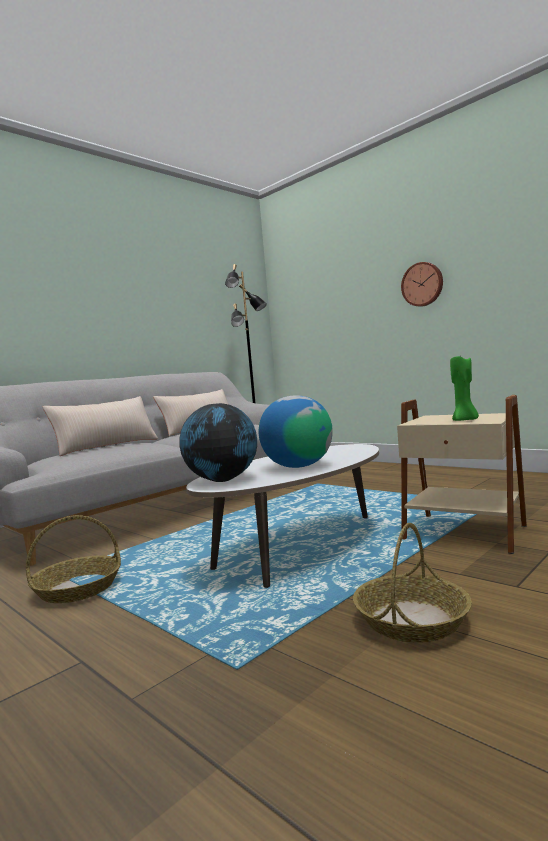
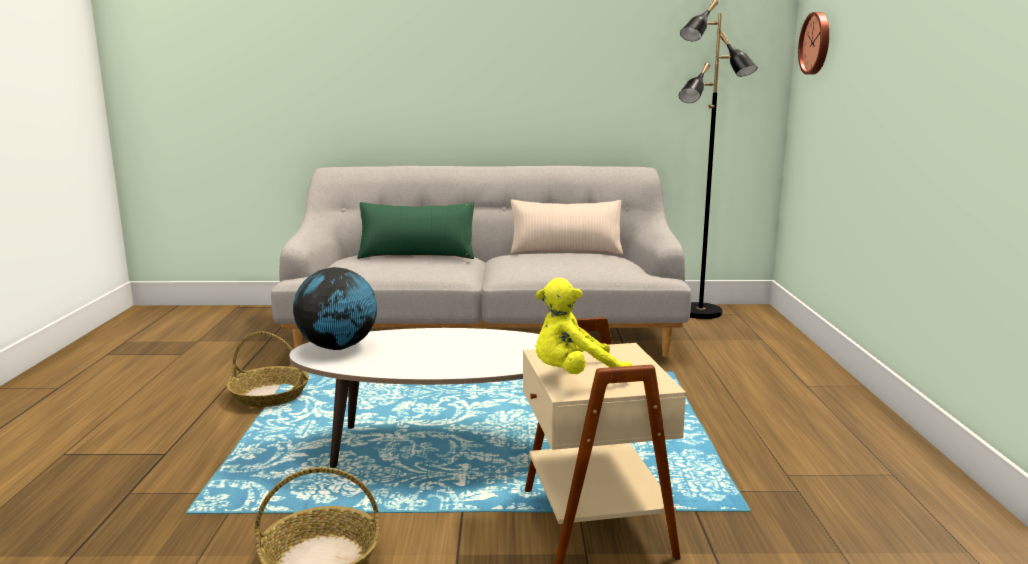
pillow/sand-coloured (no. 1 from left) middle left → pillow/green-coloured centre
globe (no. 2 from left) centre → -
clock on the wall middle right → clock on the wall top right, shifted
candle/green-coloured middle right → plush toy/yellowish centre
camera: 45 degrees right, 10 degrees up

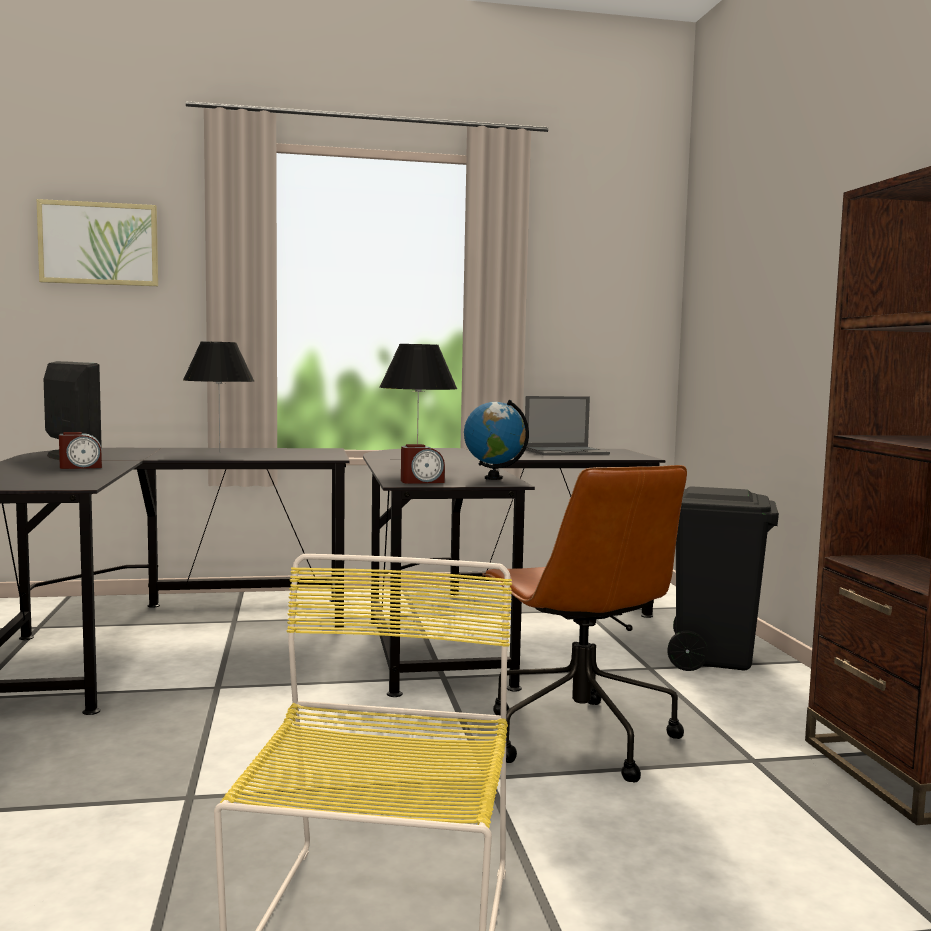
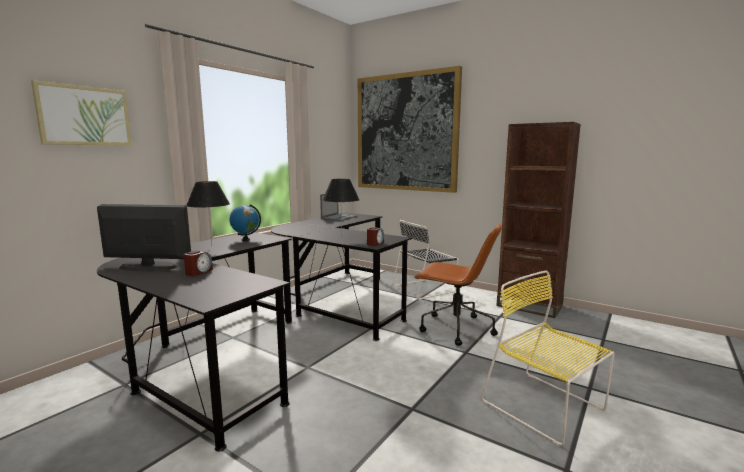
globe centre → globe middle left, shifted
rubbish bin/black middle right → upright chair/black centre
- → wall picture (no. 2 from left) top centre
camera: 45 degrees left, 5 degrees up

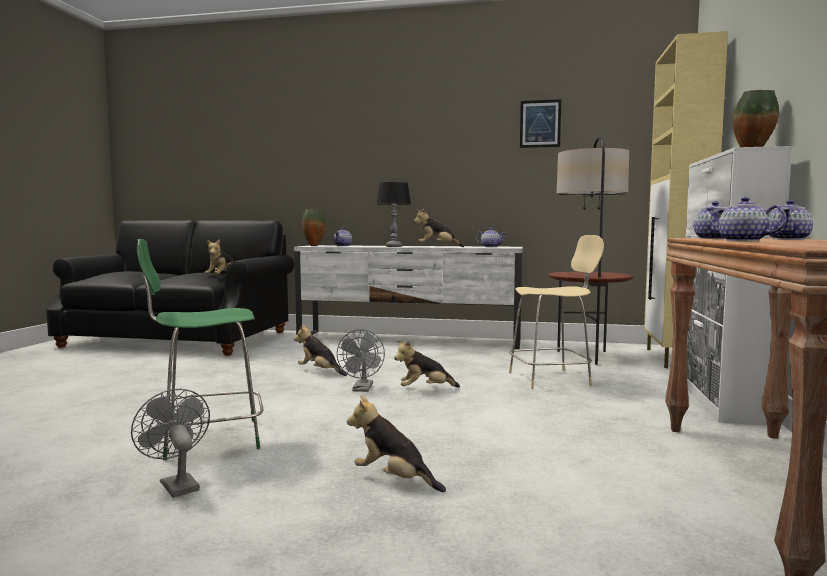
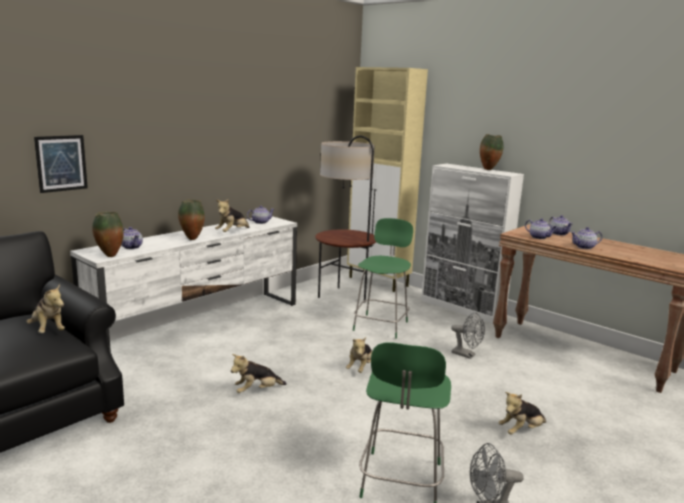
fan/grey (no. 2 from left in the first image) centre → fan/grey (no. 1 from left) middle right, shifted
table lamp centre → flower vase (no. 2 from left) middle left
stool/sand-coloured middle right → stool/green-coloured (no. 1 from left) centre
wall picture top centre → wall picture top left, shifted
camera: 60 degrees left, 10 degrees up

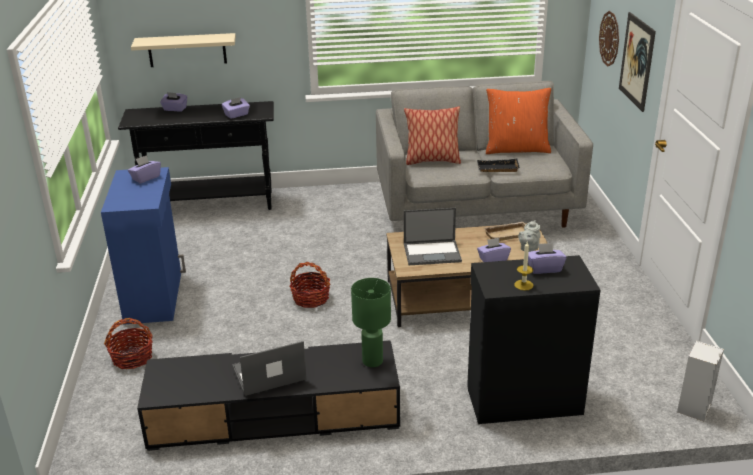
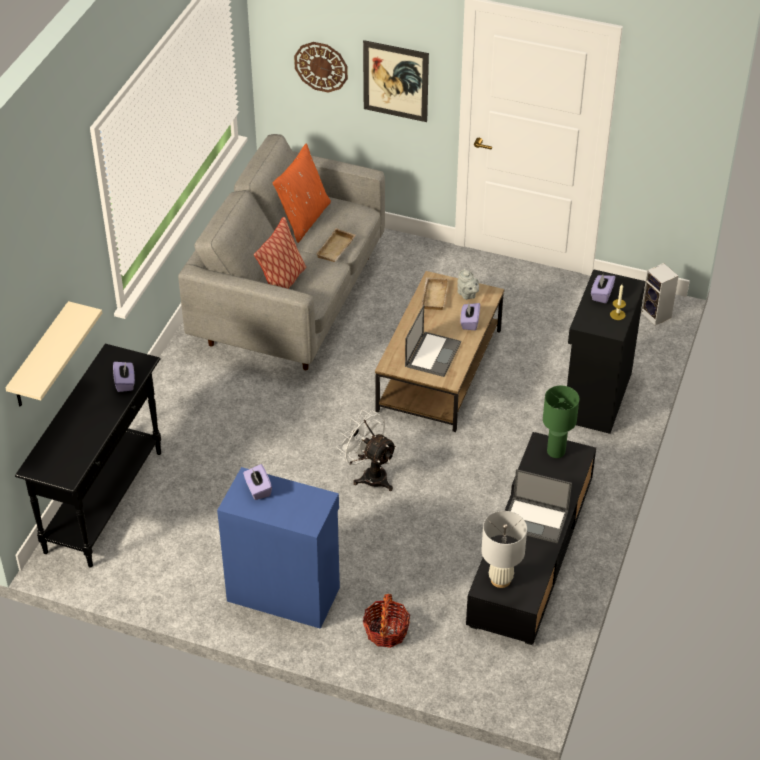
tissue holder/purplish (no. 2 from left) top left → -
notebook computer (no. 1 from left in the first image) bottom centre → notebook computer (no. 2 from left) middle right, 75 degrees counterclockwise
basket (no. 2 from left) centre → fan/white-coloured centre
carrying tray/black centre → carrying tray/sand-coloured (no. 1 from left) top centre
- → table lamp/white-coloured bottom centre
camera: 65 degrees left, 15 degrees up

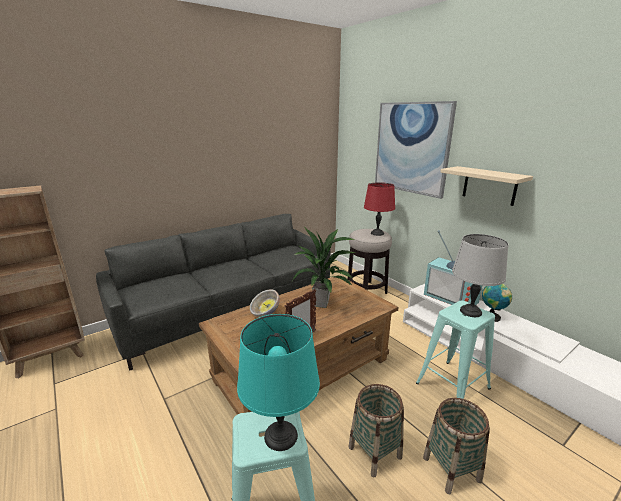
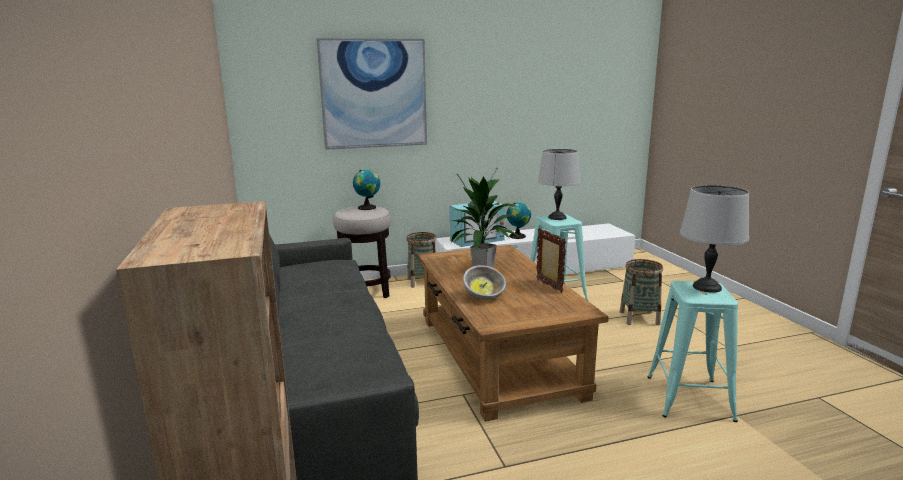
table lamp/turquoise-coloured bottom centre → table lamp/grey (no. 2 from left) middle right
basket (no. 1 from left) bottom centre → basket (no. 1 from left) centre, shifted
table lamp/red centre → globe (no. 1 from left) centre
shelf/sand-coloured middle right → -
camera: 70 degrees left, 5 degrees down

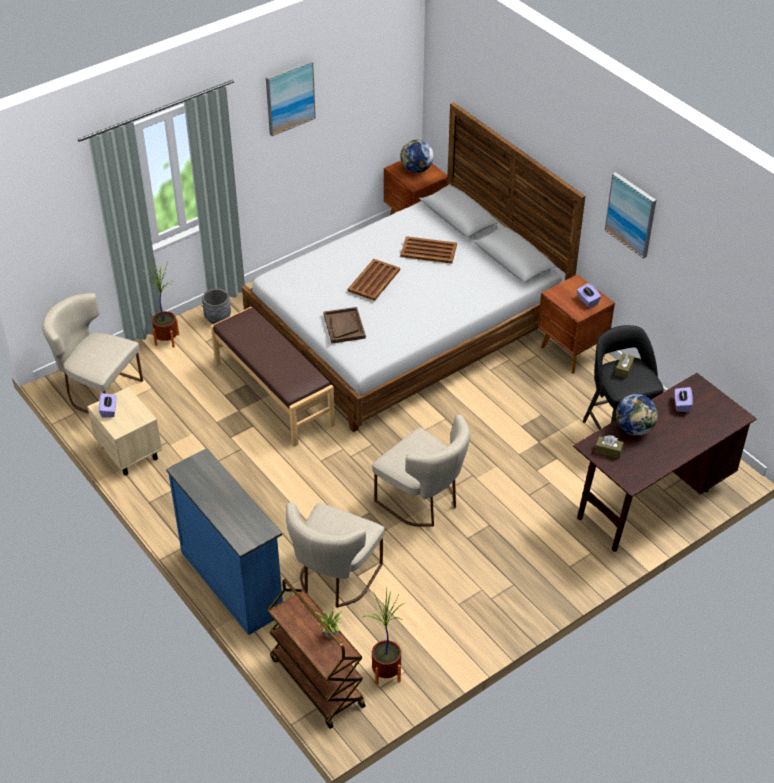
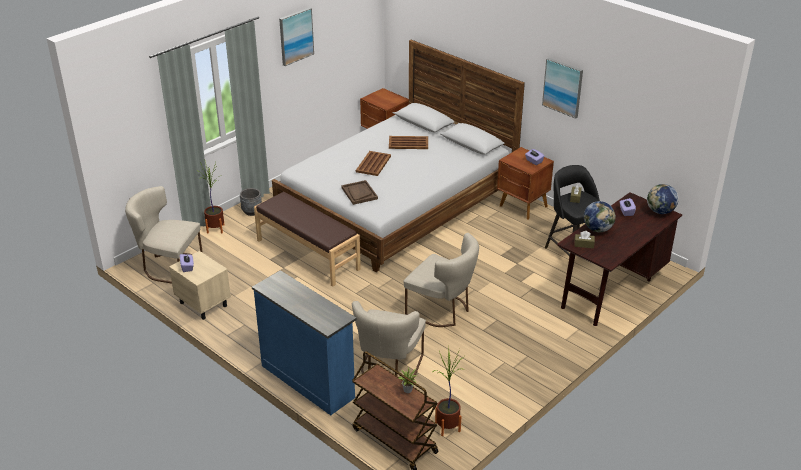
globe (no. 1 from left in the first image) top centre → globe (no. 2 from left) middle right, shifted
camera: 10 degrees left, 10 degrees down

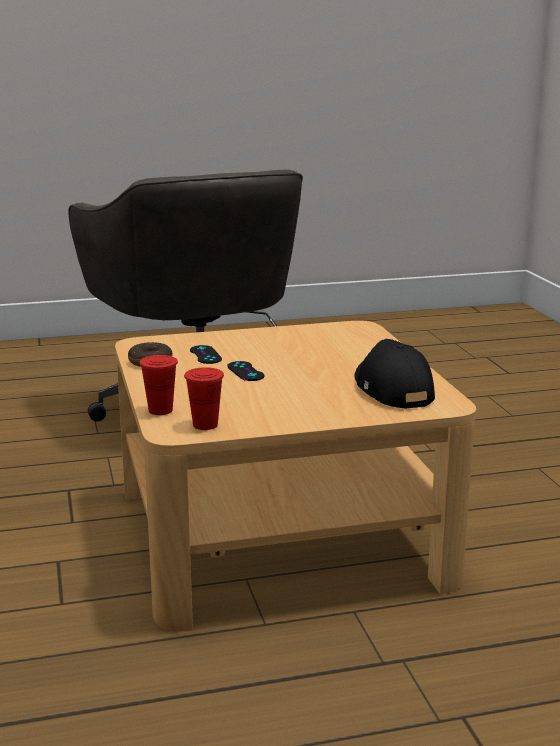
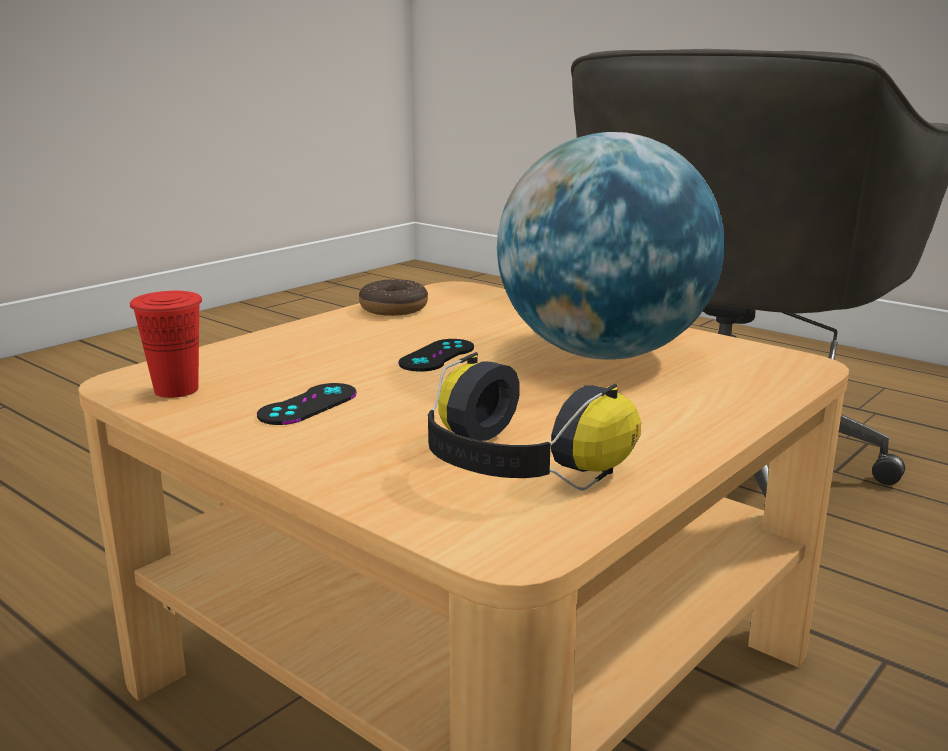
small cup/red (no. 1 from left) middle left → -
game controller/black (no. 1 from left) centre → game controller/black (no. 1 from left) middle left, shifted
baseball cap/black middle right → pair of headphones centre
- → globe top centre
camera: 55 degrees right, 0 degrees up

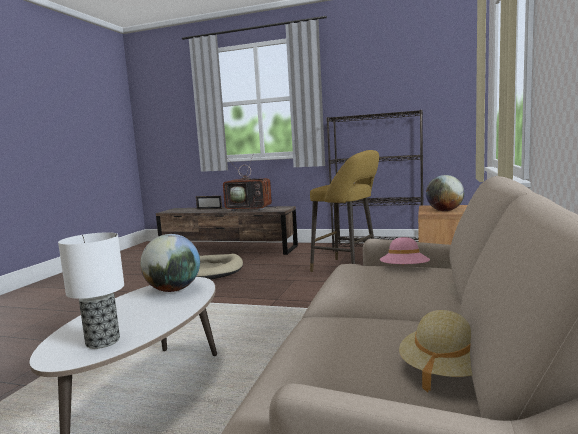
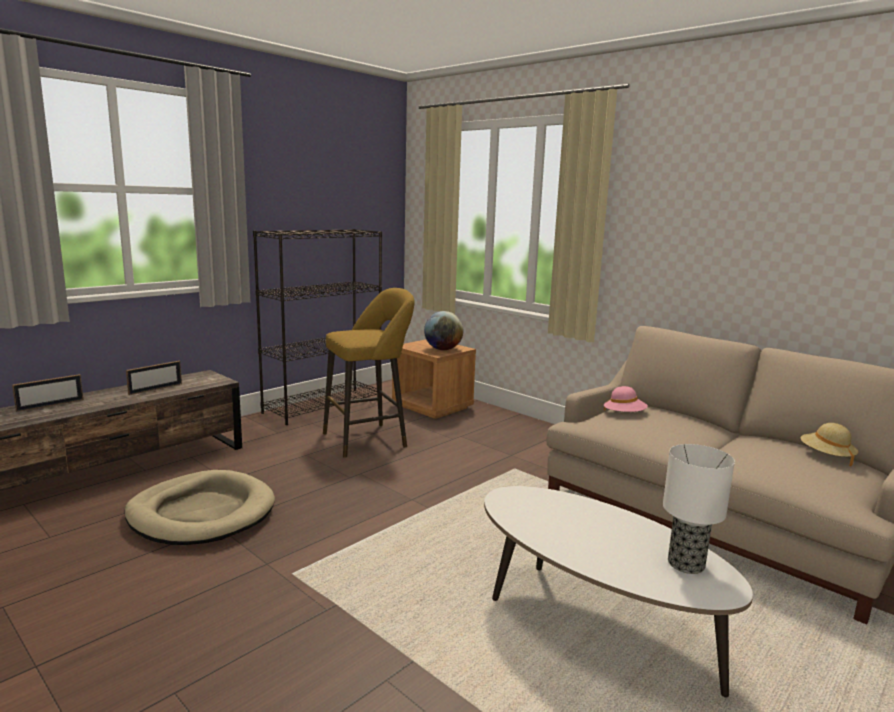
globe (no. 1 from left) middle left → -
television centre → picture frame (no. 2 from left) middle left
camera: 65 degrees left, 5 degrees up

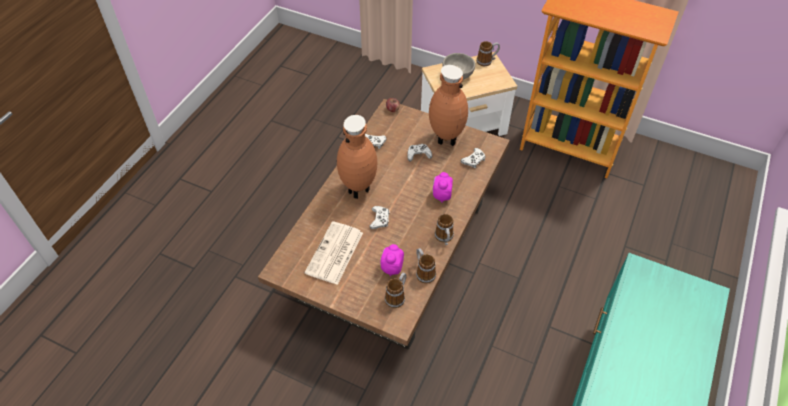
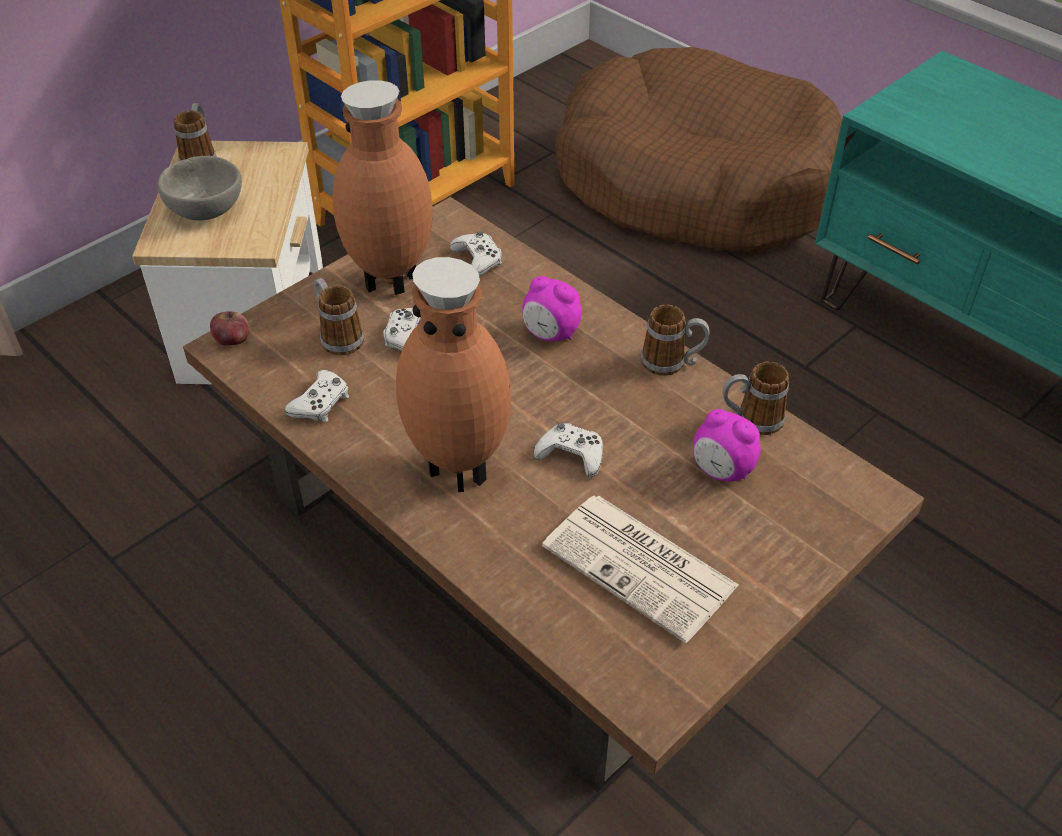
mug (no. 1 from left in the first image) bottom centre → mug (no. 2 from left) middle left, shifted
- → dog cushion/brown-coloured top centre
camera: 70 degrees left, 5 degrees down

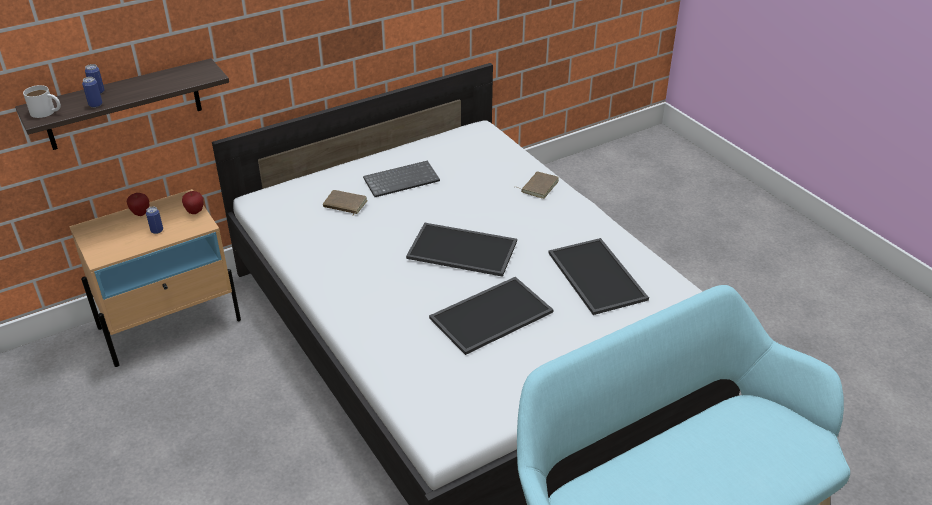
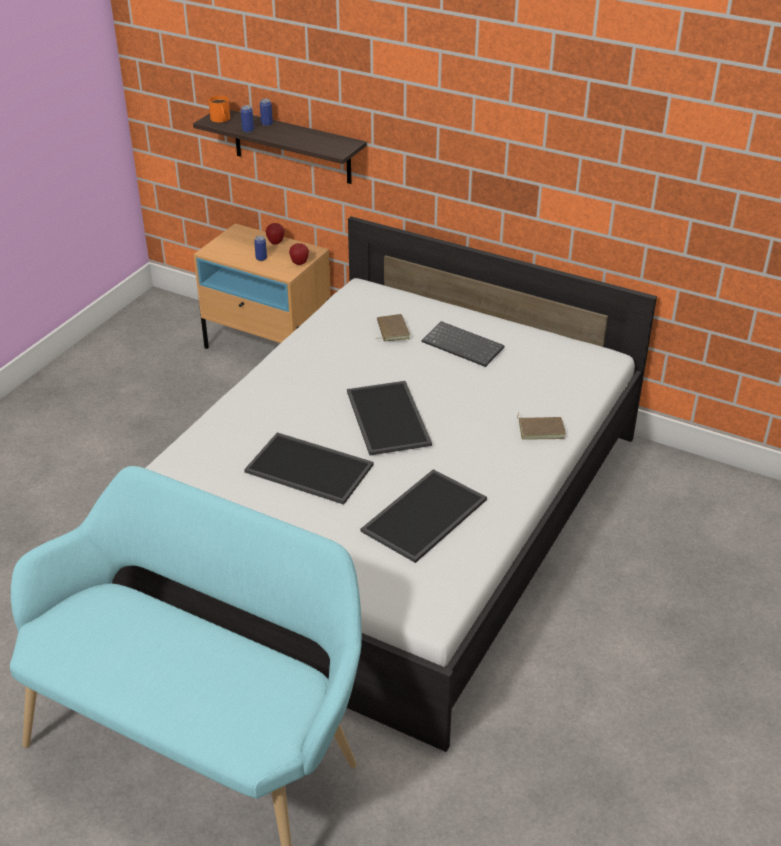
mug/white-coloured top left → mug/orangey top left
camera: 60 degrees right, 0 degrees up

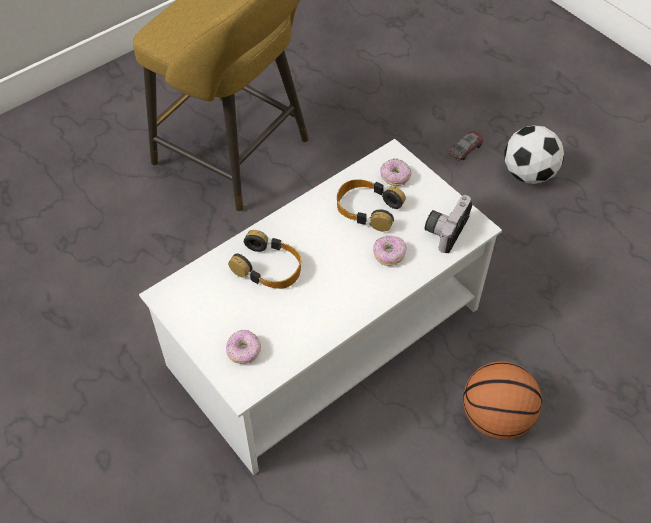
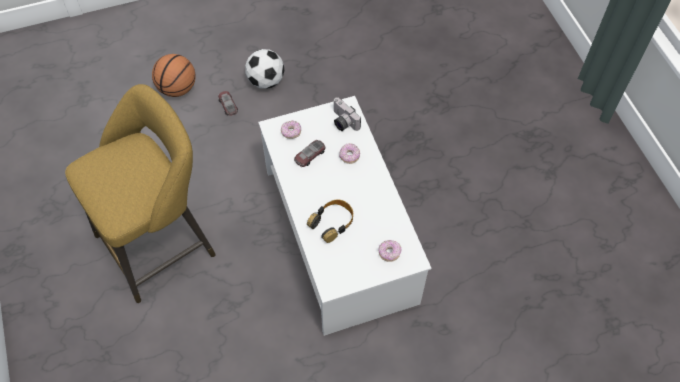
pair of headphones (no. 2 from left) centre → model car (no. 2 from left) centre
ball for basketball bottom right → ball for basketball top left, shifted
camera: 70 degrees left, 5 degrees up

